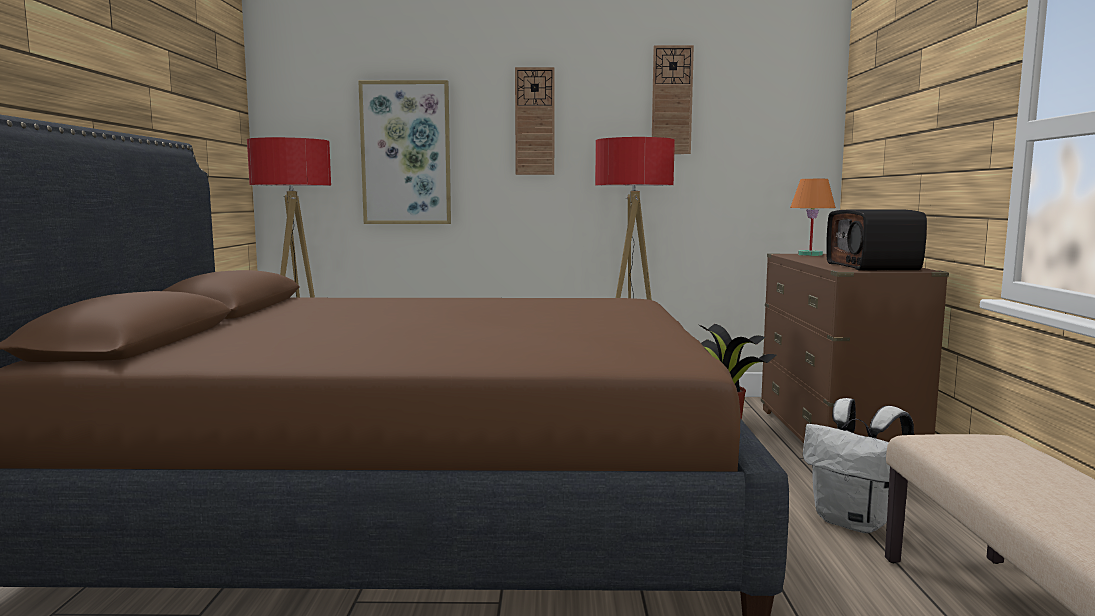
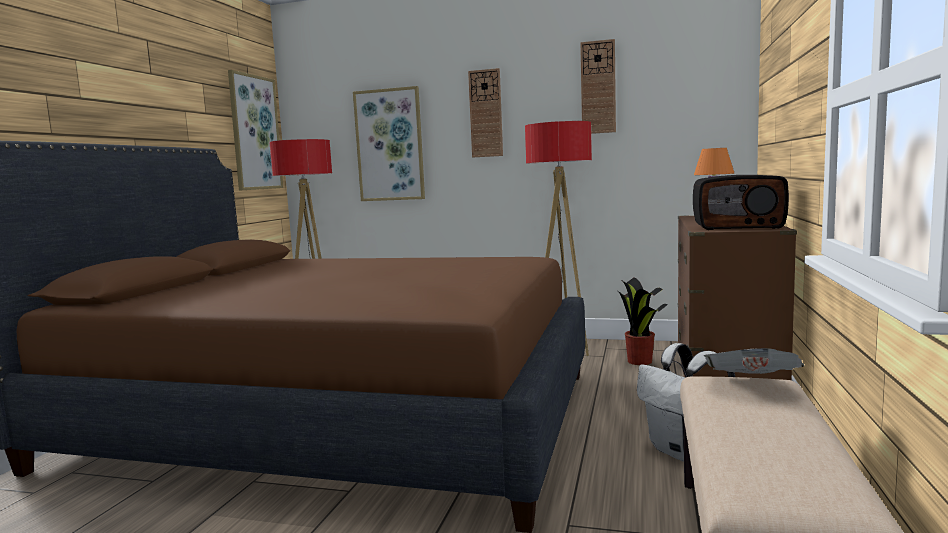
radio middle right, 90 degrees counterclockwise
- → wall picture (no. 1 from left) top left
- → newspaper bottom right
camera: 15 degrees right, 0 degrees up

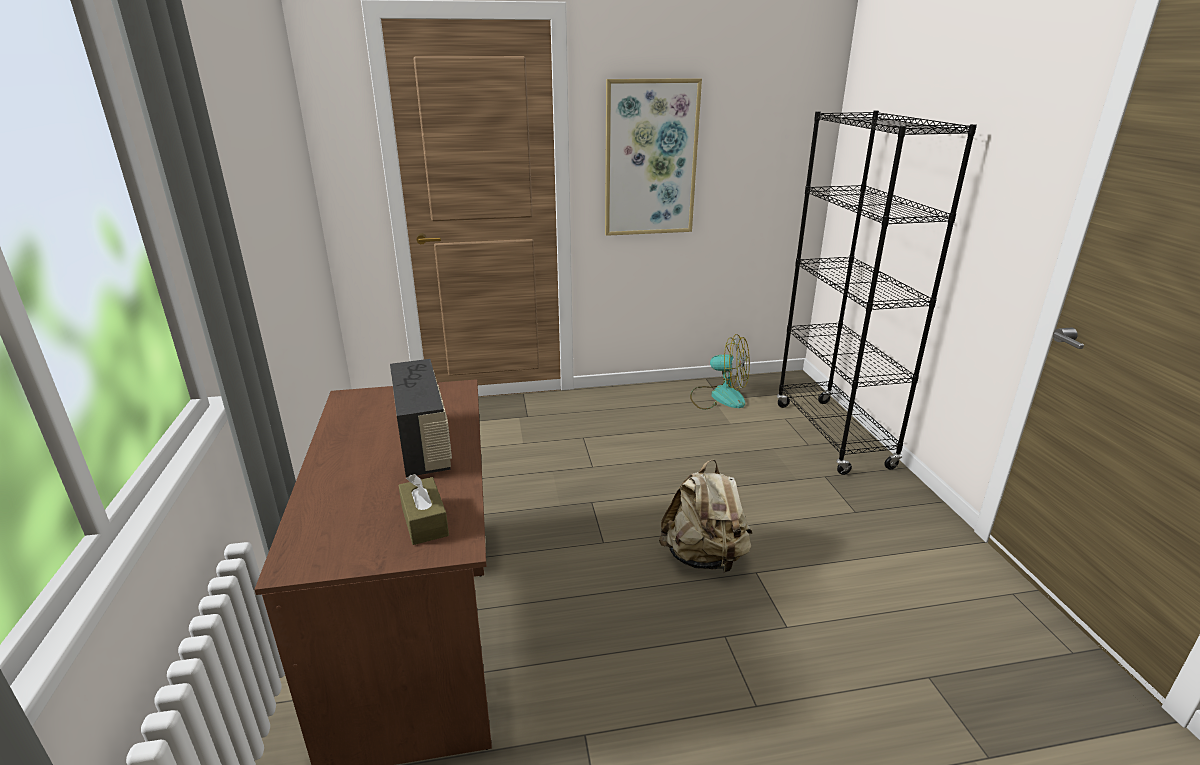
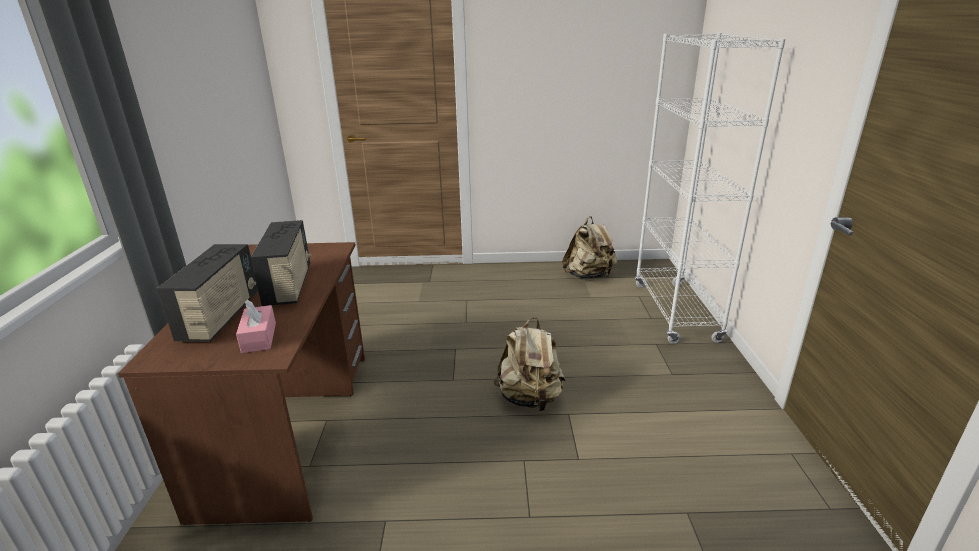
tissue holder/brown-coloured centre → tissue holder/pink middle left
wall picture top centre → -
fan centre → backpack/sand-coloured (no. 2 from left) centre
bookcase/black middle right → bookcase/white-coloured middle right
- → radio (no. 1 from left) middle left
camera: 10 degrees right, 0 degrees up

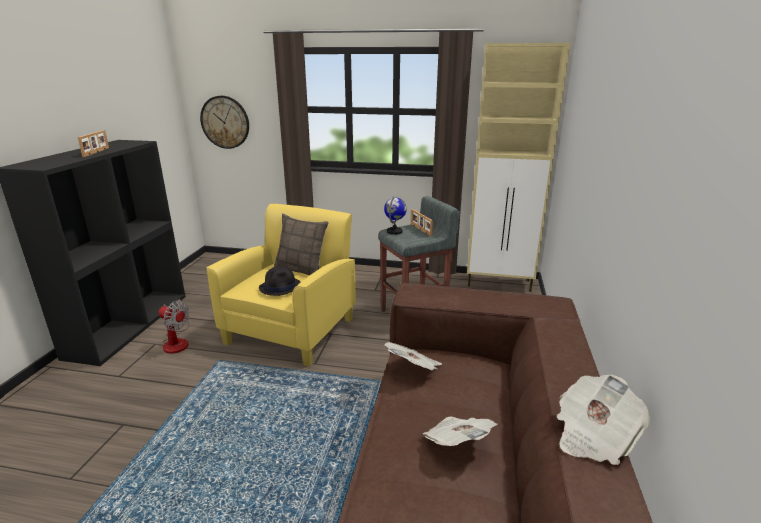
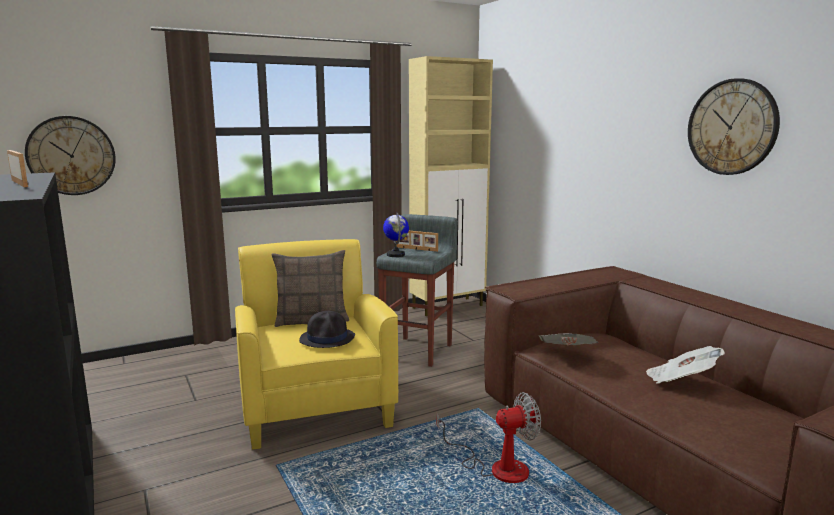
fan middle left → fan bottom centre, shifted
newspaper (no. 3 from left) bottom right → -
- → clock on the wall (no. 2 from left) top right
camera: 40 degrees left, 10 degrees down

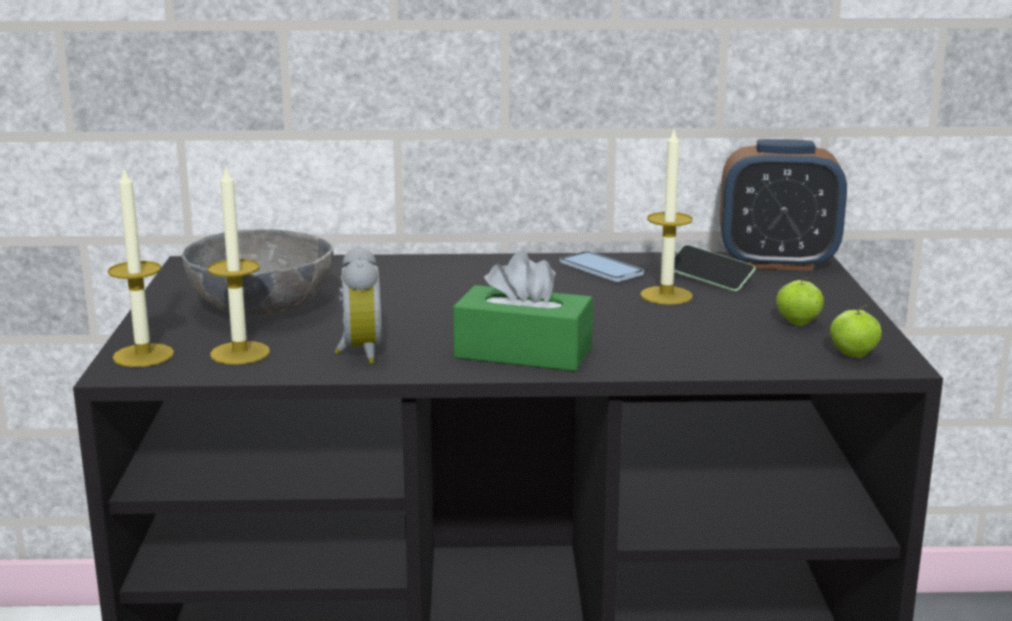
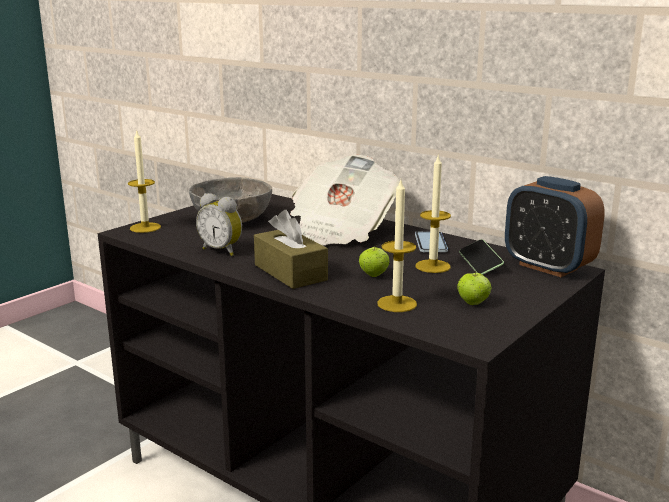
candle (no. 2 from left) middle left → candle (no. 2 from left) centre, shifted
bedside clock (no. 1 from left) centre → bedside clock (no. 1 from left) middle left, 90 degrees clockwise
tissue holder/green-coloured centre → tissue holder/brown-coloured centre
apple (no. 2 from left in the first image) middle right → apple (no. 1 from left) centre, shifted
- → newspaper centre
camera: 40 degrees right, 0 degrees up

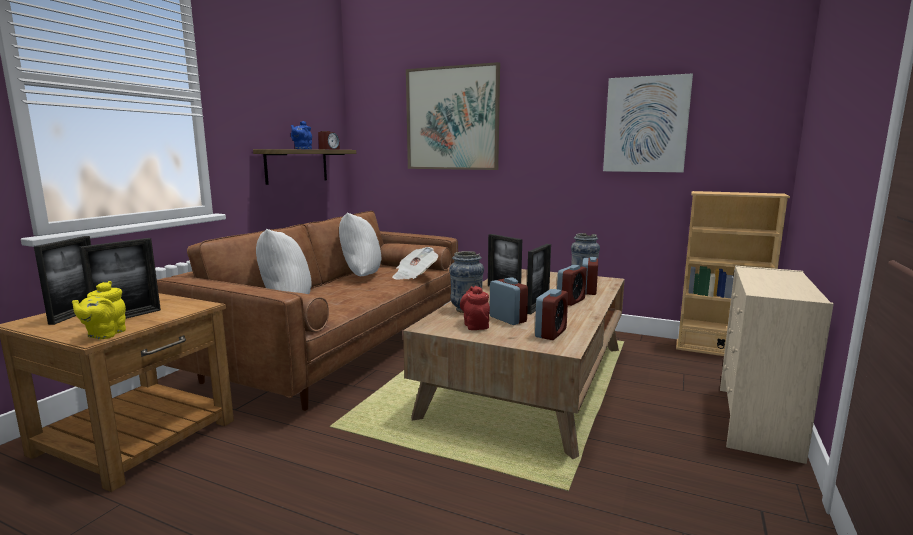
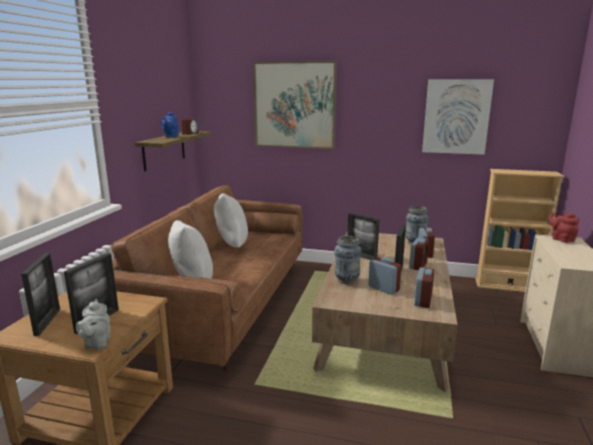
teapot/yellowish middle left → teapot/grey bottom left
newspaper centre → -
teapot/red centre → teapot/red middle right, shifted
camera: 10 degrees left, 5 degrees up

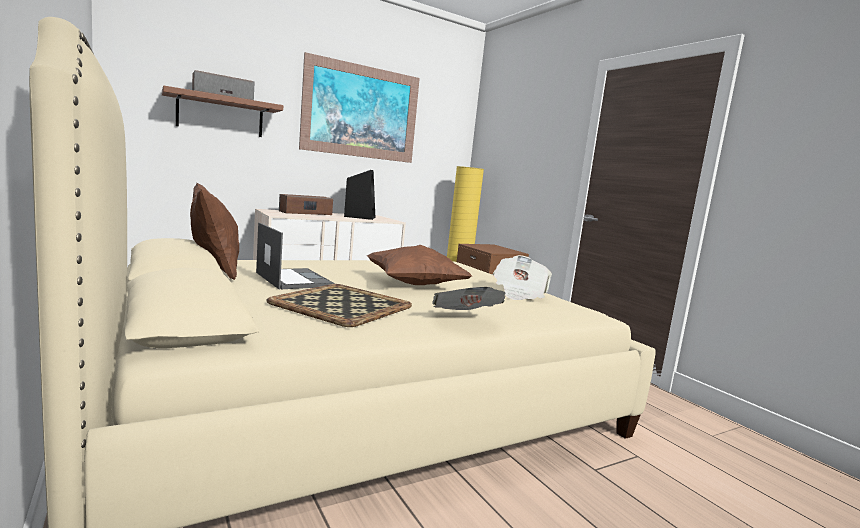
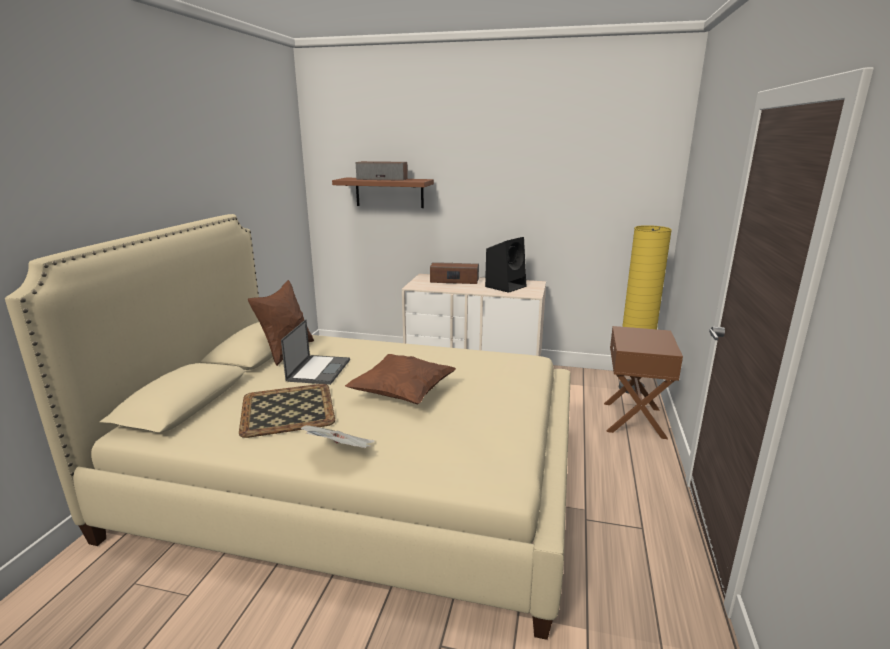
wall picture top centre → -
newspaper (no. 2 from left) centre → -
camera: 45 degrees right, 10 degrees up

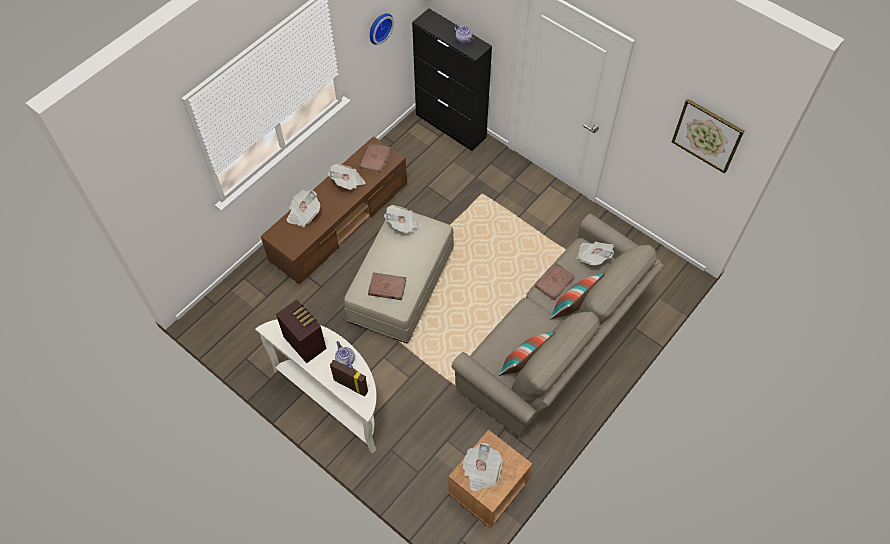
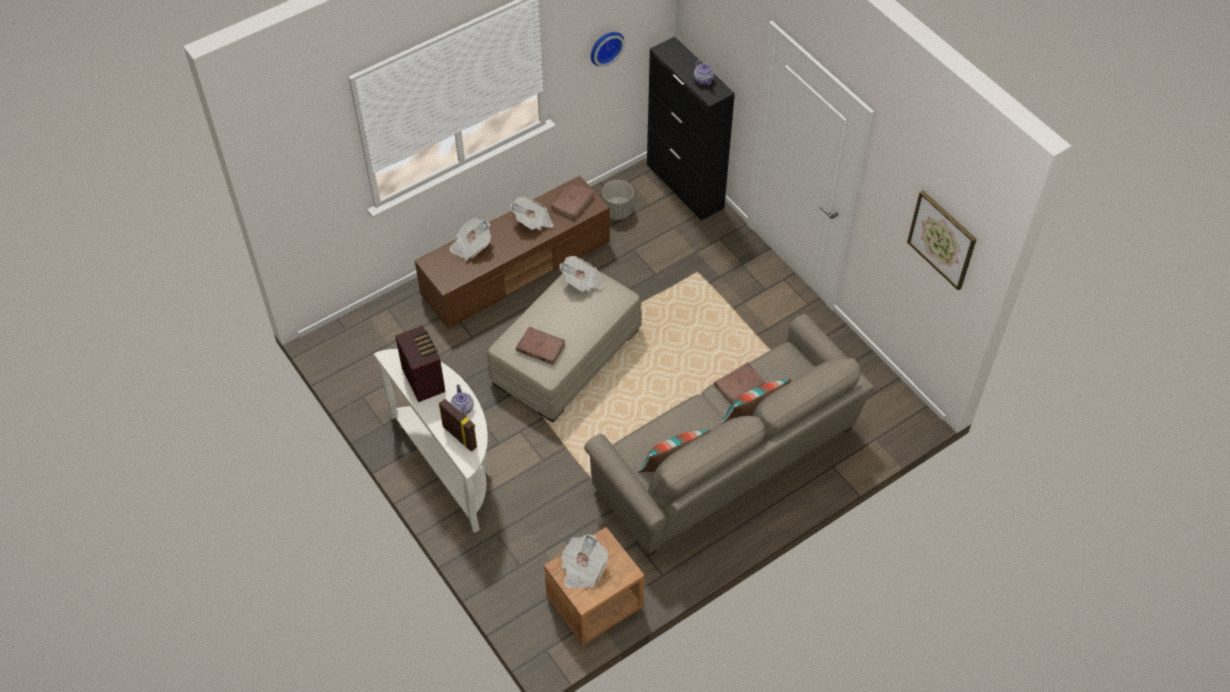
newspaper (no. 5 from left) middle right → -
- → flower pot/grey top centre
camera: 15 degrees right, 5 degrees down

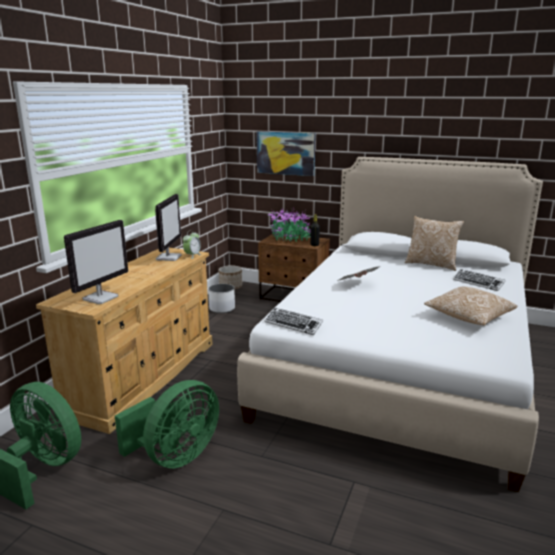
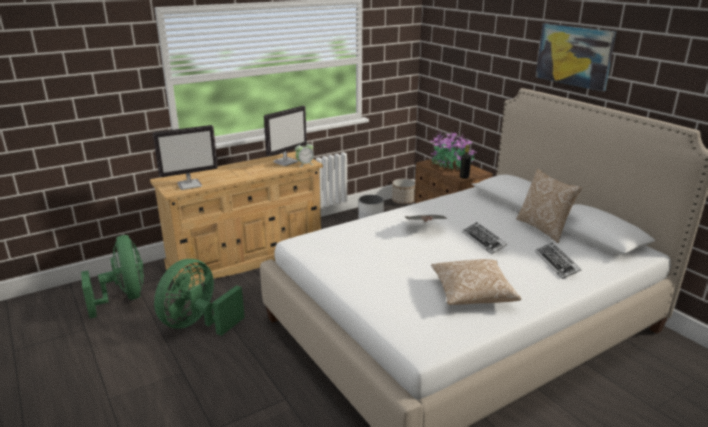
fan/green-coloured (no. 2 from left) bottom left, 135 degrees clockwise
wall picture top centre → wall picture top right, shifted
computer keyboard (no. 1 from left) centre → computer keyboard (no. 1 from left) middle right, shifted
camera: 35 degrees right, 5 degrees up

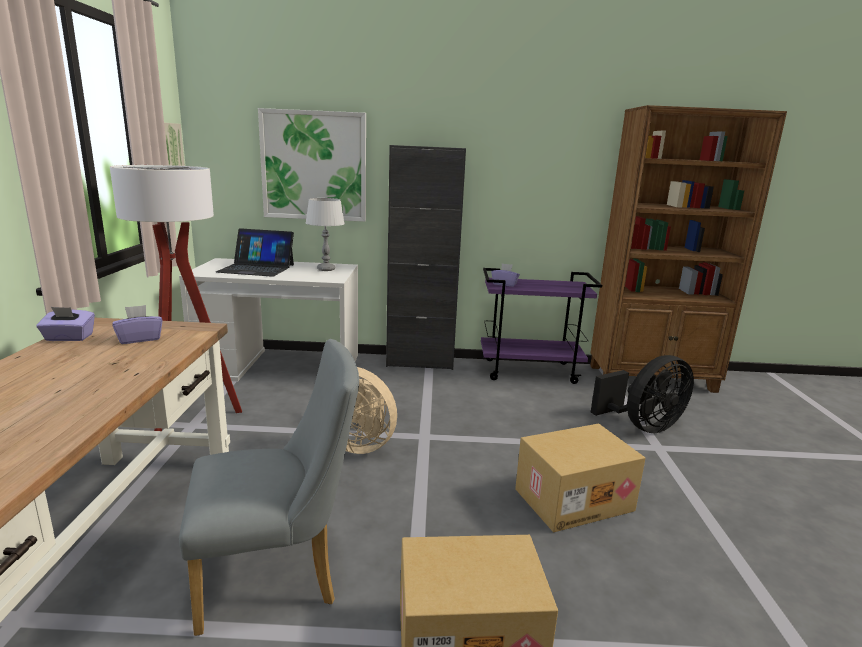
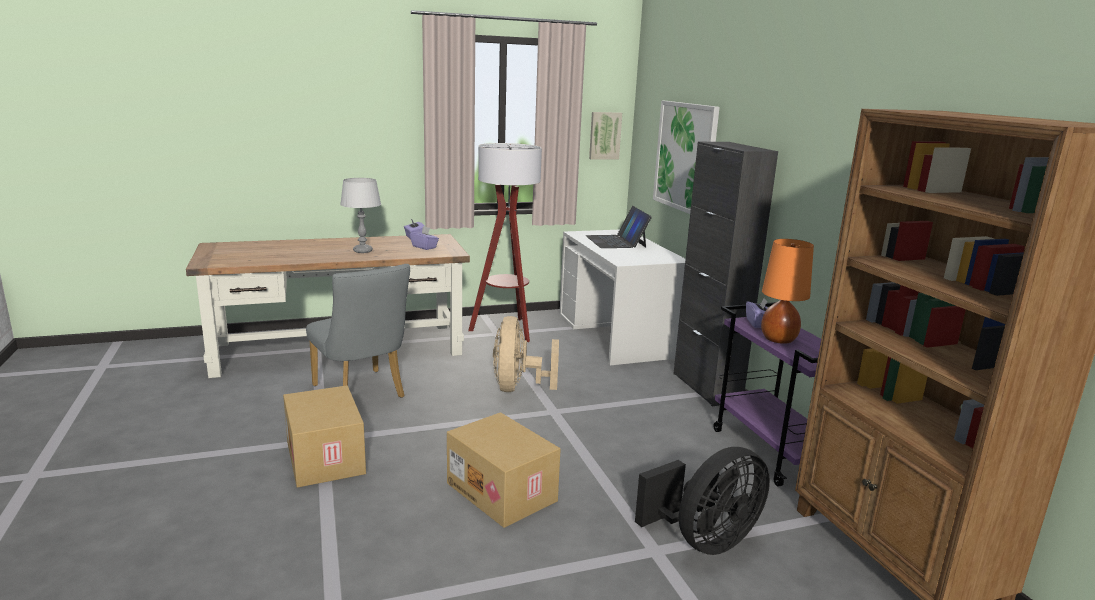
table lamp/grey centre → table lamp/grey middle left, shifted
fan/black middle right → fan/black bottom centre, 75 degrees counterclockwise
- → table lamp/orangey middle right
camera: 70 degrees right, 0 degrees up

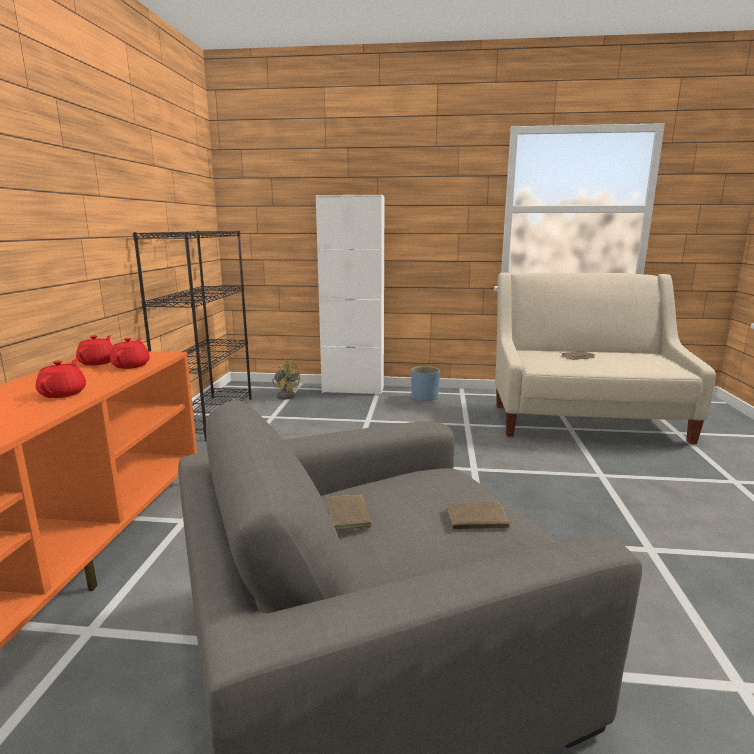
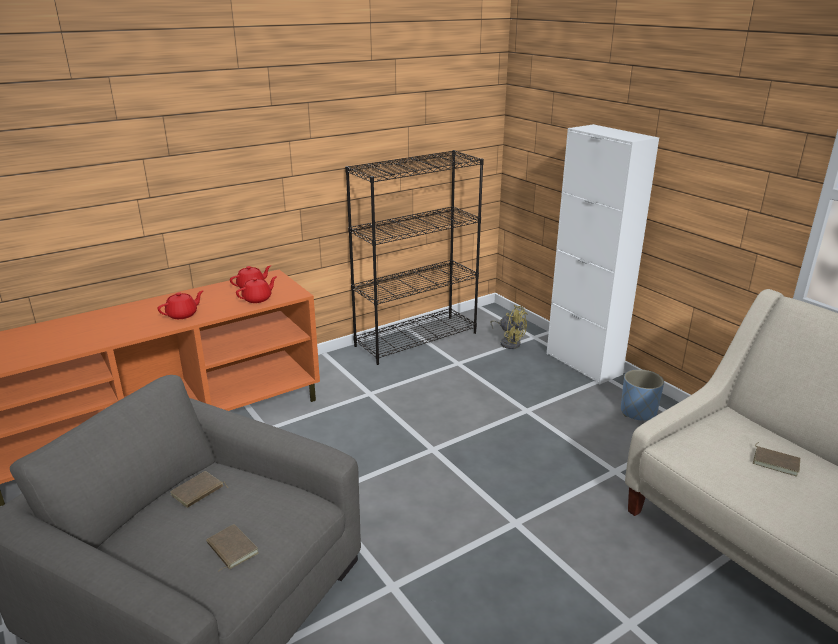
fan/yellowish centre, 45 degrees counterclockwise
camera: 50 degrees right, 10 degrees up

